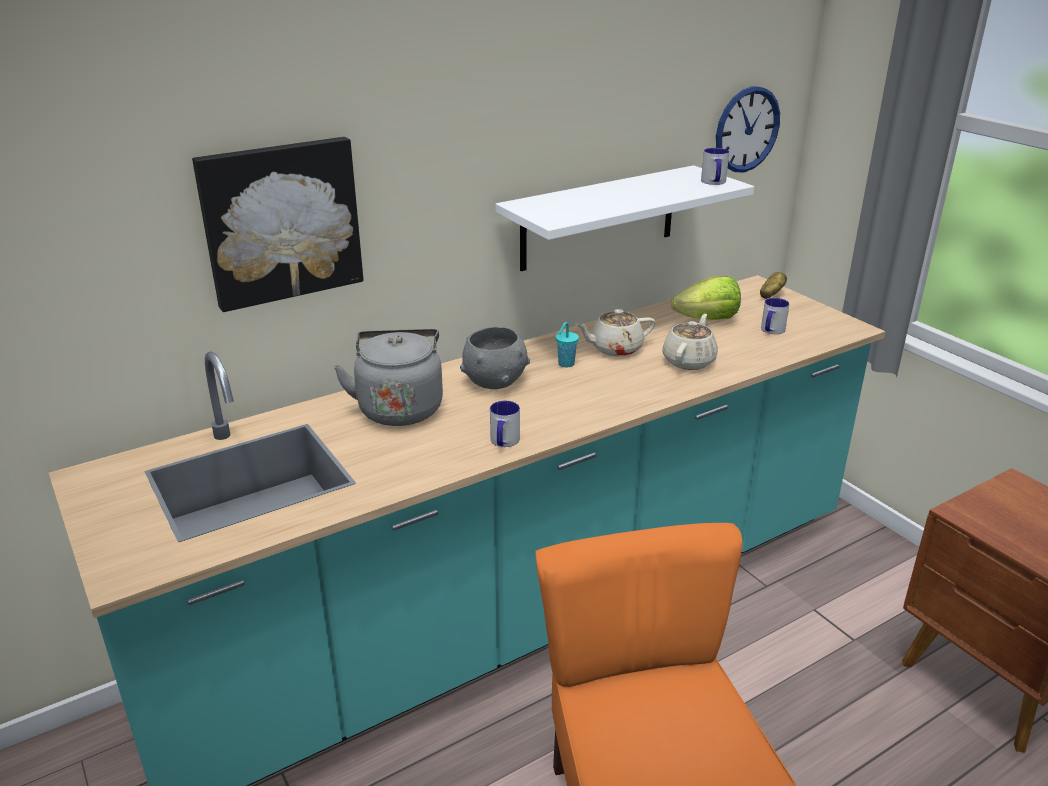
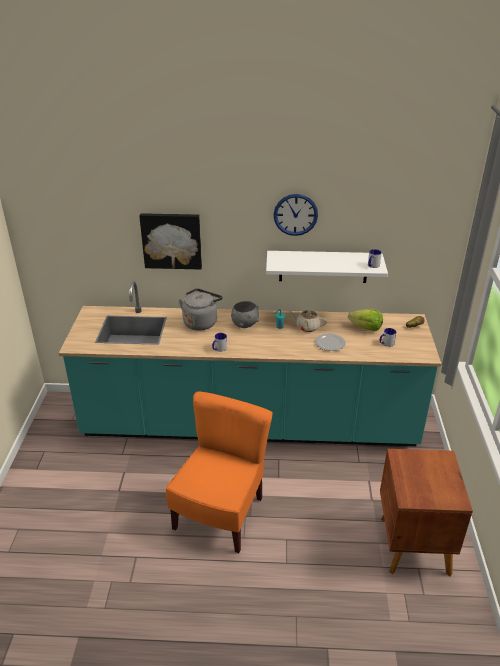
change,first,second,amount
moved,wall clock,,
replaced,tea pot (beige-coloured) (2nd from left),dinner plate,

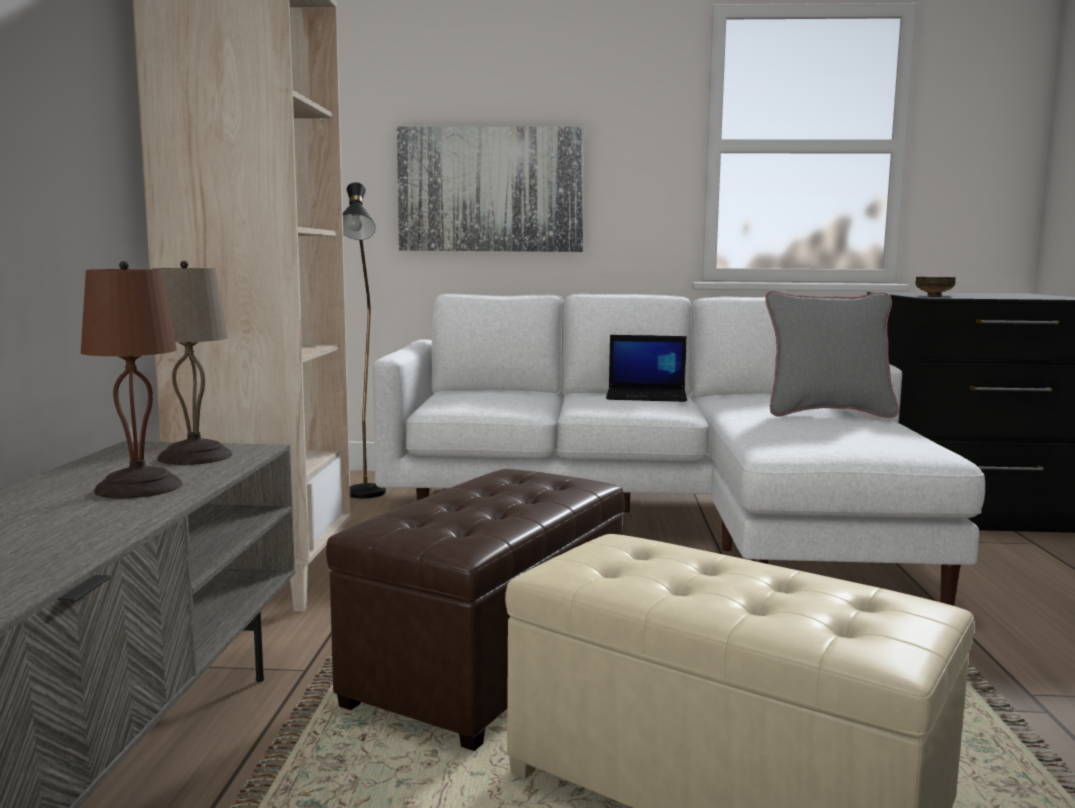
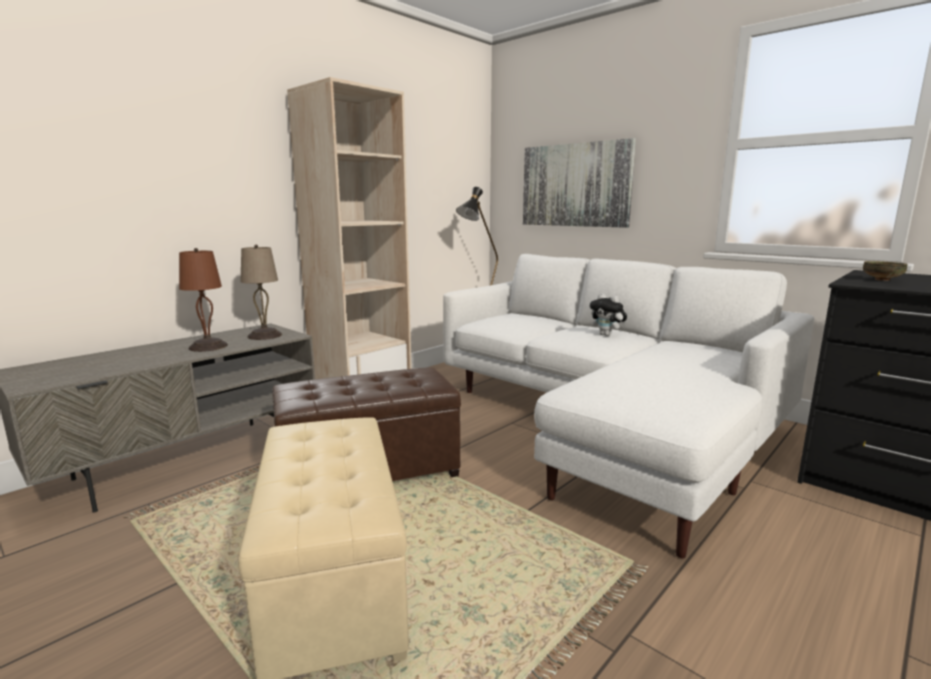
change,first,second,amount
removed,throw pillow (gray),,
replaced,portable computer,cuddly toy,

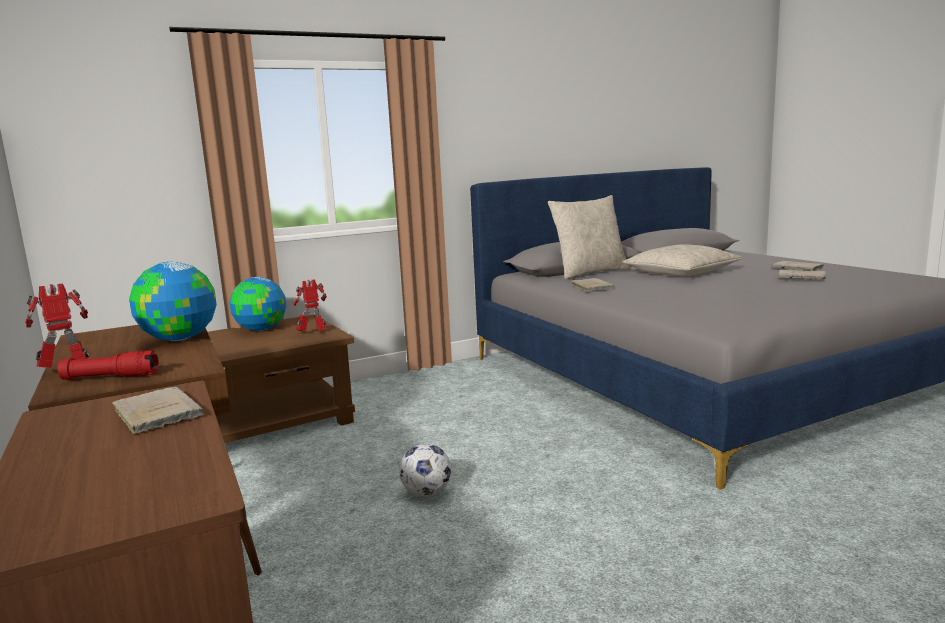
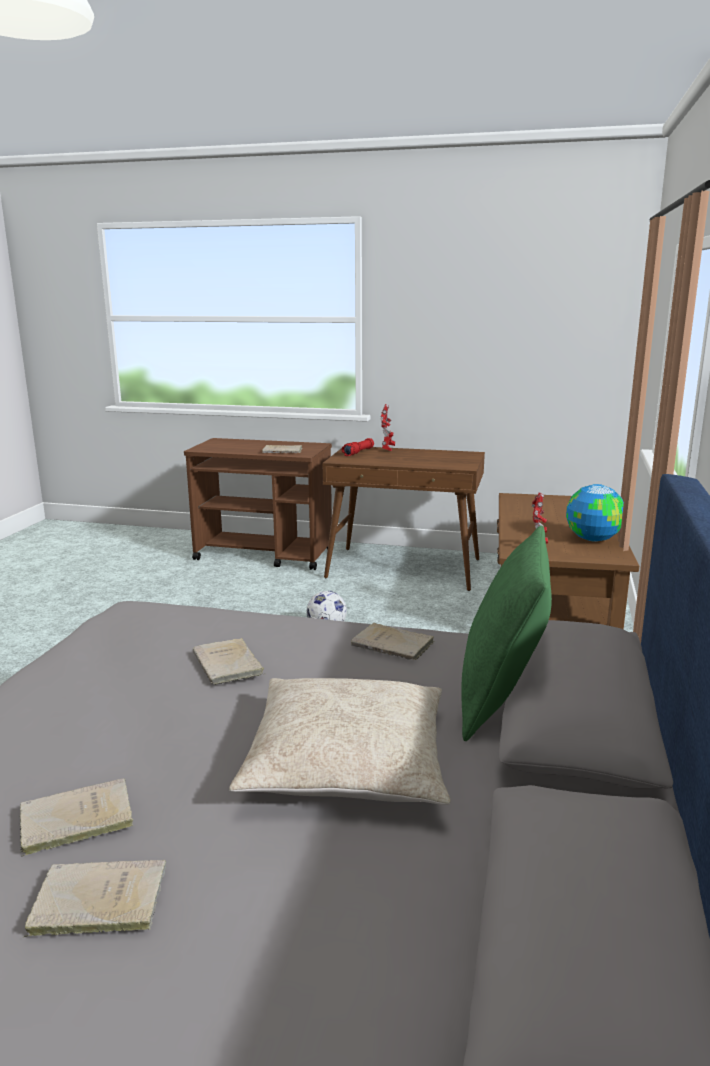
change,first,second,amount
recoloured,throw pillow (beige-coloured) (1st from left),throw pillow (green),
removed,world globe (1st from left),,
added,,bound book (beige-coloured) (3rd from left),

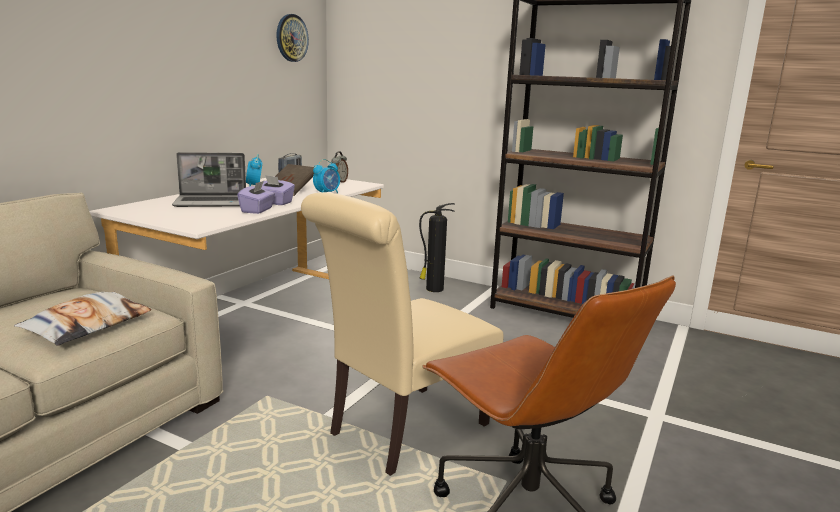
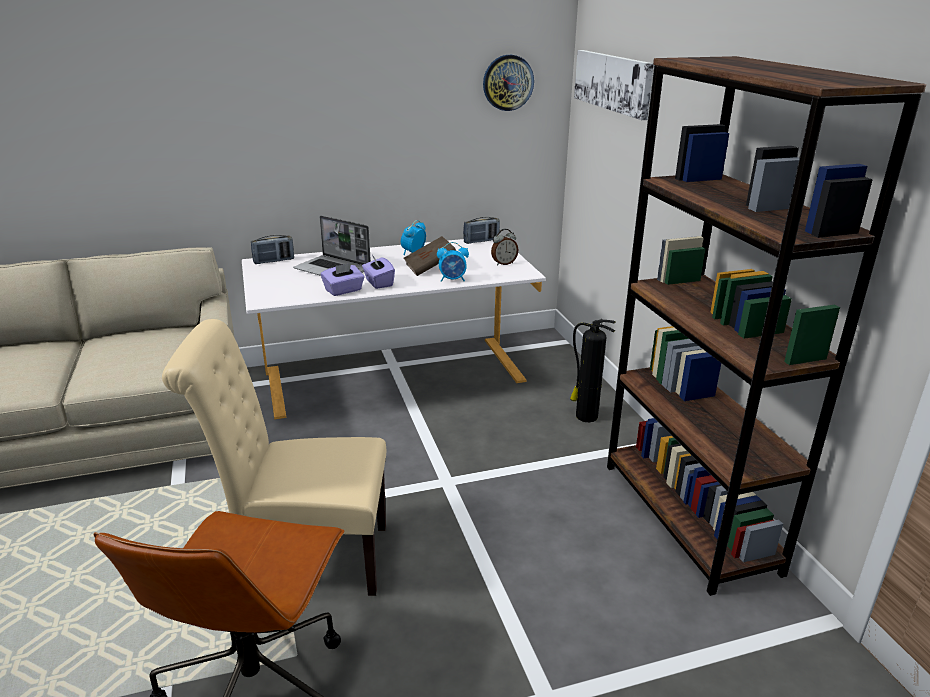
change,first,second,amount
removed,throw pillow,,
added,,picture,
added,,radio receiver (1st from left),

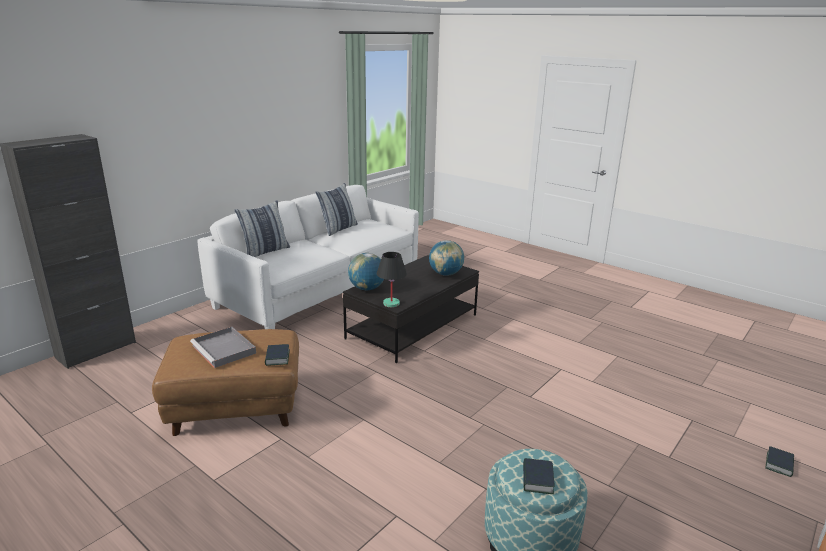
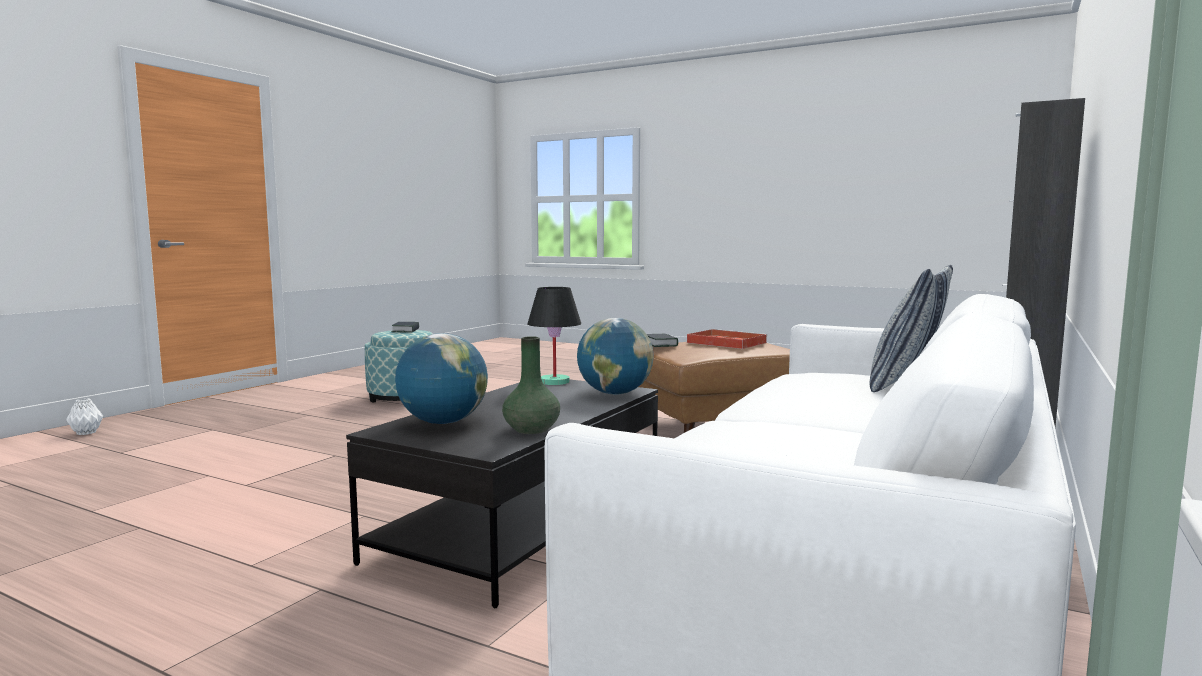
change,first,second,amount
removed,throw pillow (2nd from left),,
recoloured,tray (gray),tray (reddish),
replaced,bound book (3rd from left),decorative vase (white),
added,,decorative vase (green),

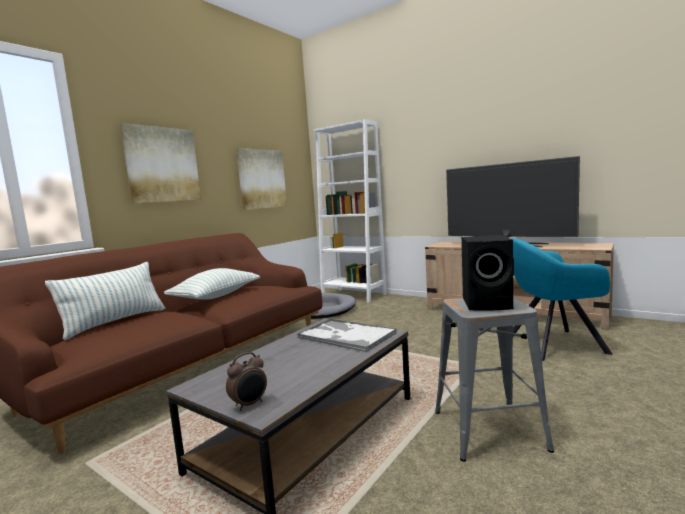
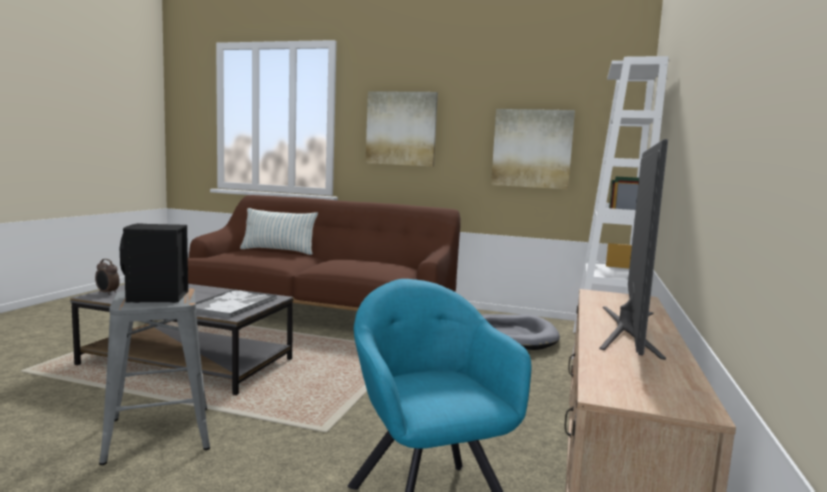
change,first,second,amount
removed,throw pillow (2nd from left),,

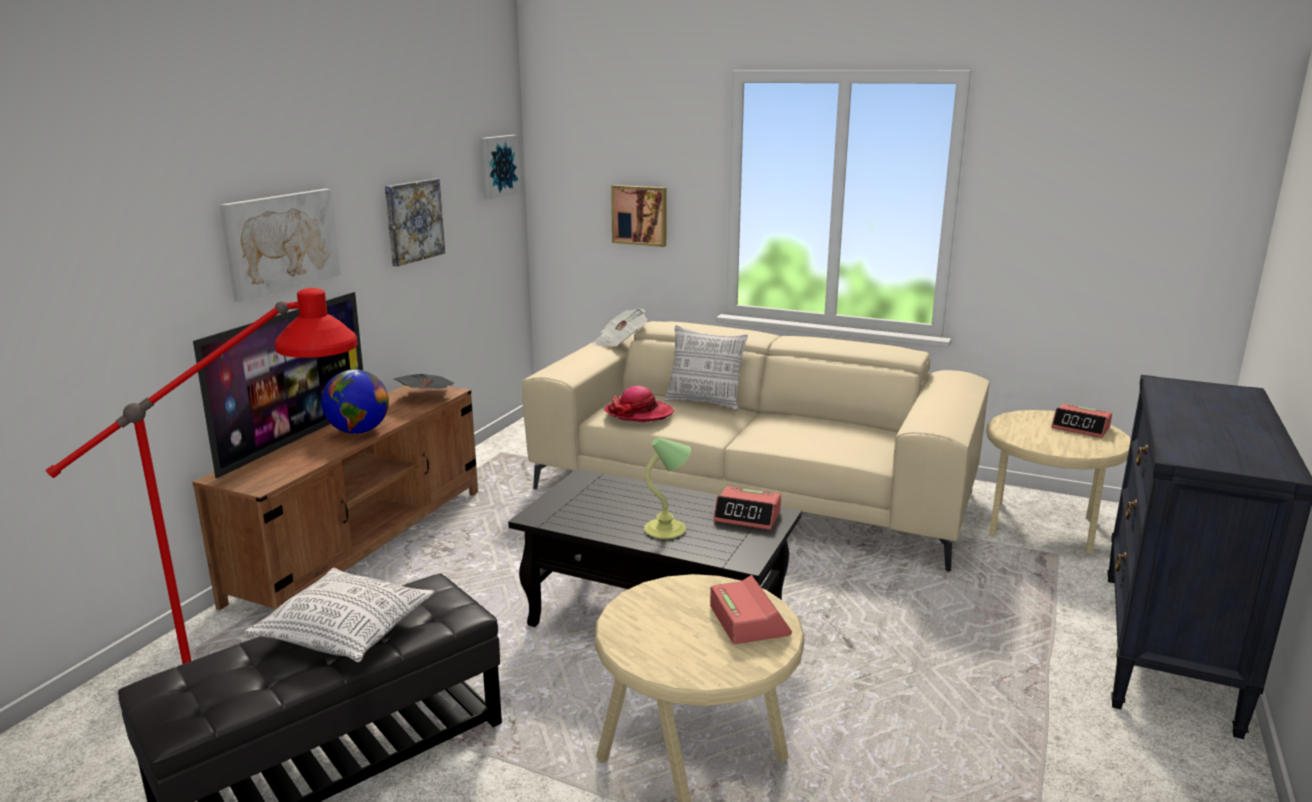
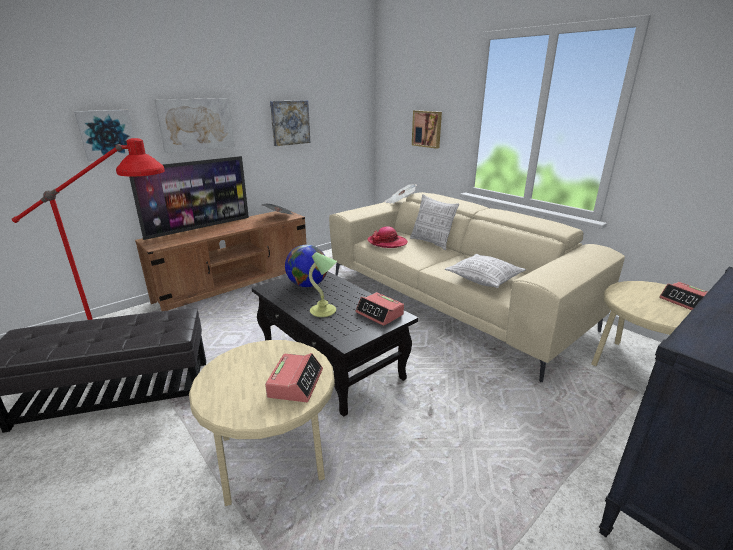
change,first,second,amount
moved,picture (3rd from left in the first image),picture (1st from left),
moved,world globe,,
moved,throw pillow (1st from left in the first image),throw pillow (2nd from left),

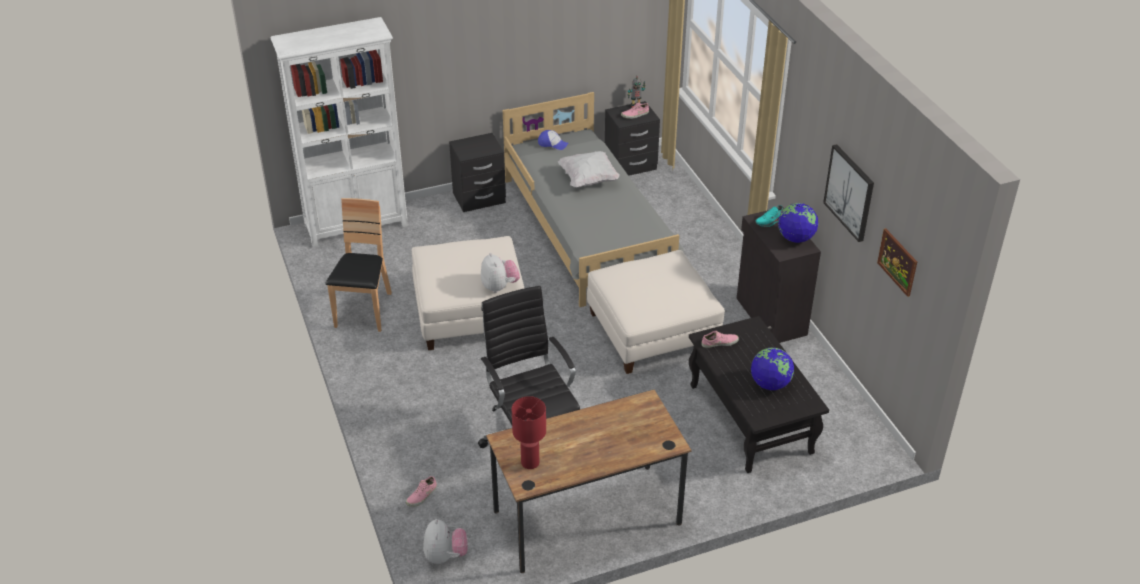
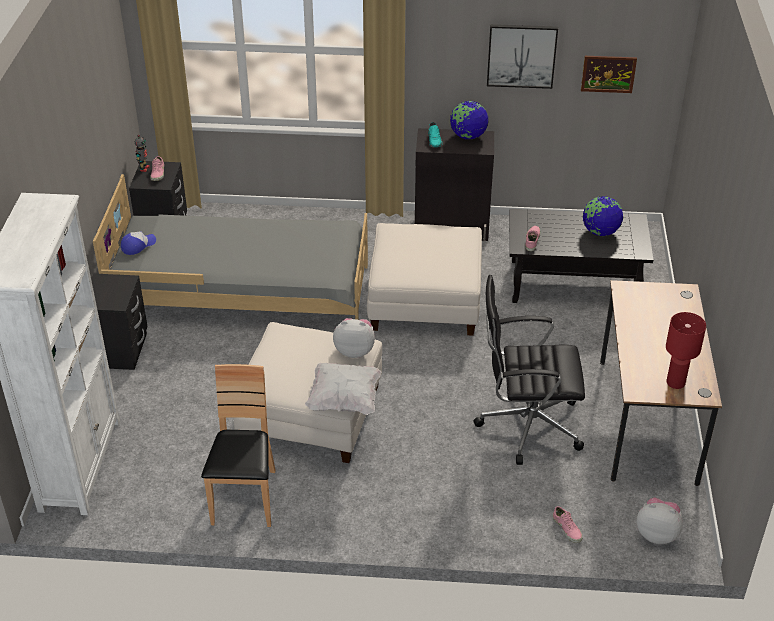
change,first,second,amount
moved,throw pillow (white),,
turned,upright chair (brown),,60 degrees clockwise

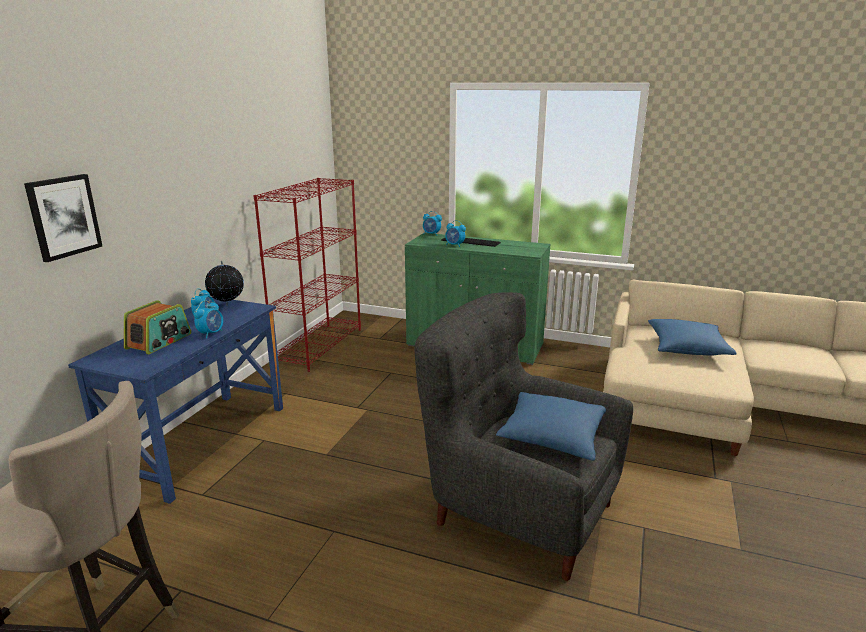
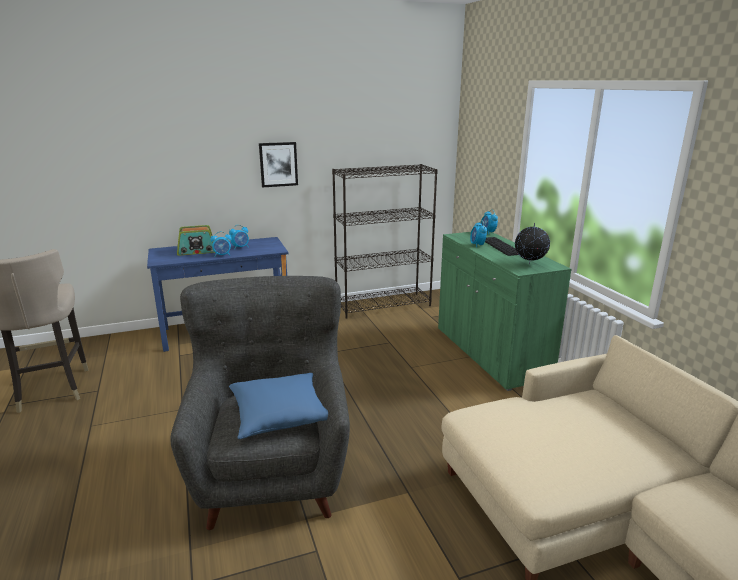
change,first,second,amount
moved,picture,,
recoloured,bookcase (reddish),bookcase (blackish),
moved,world globe,,
removed,throw pillow (bluish) (2nd from left),,

